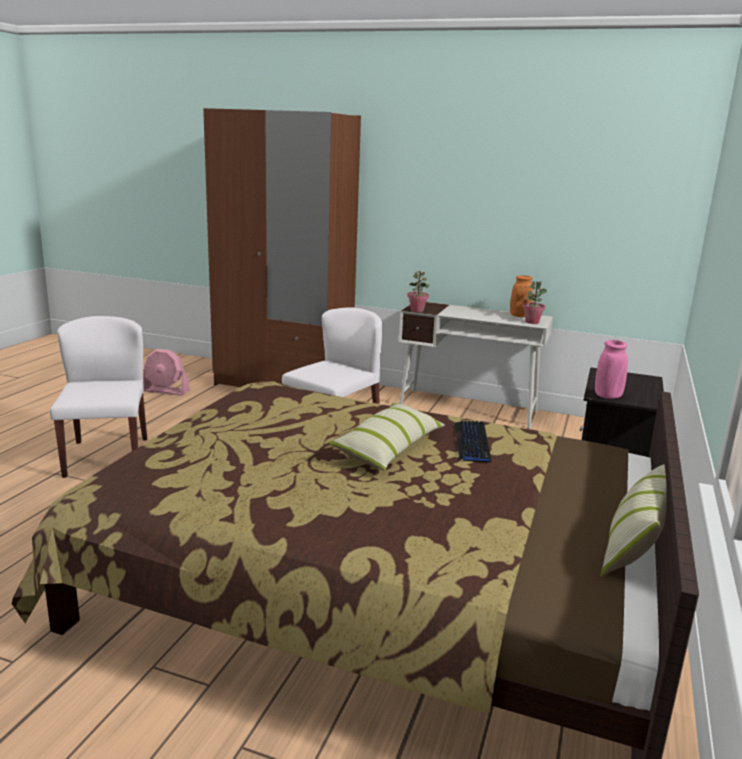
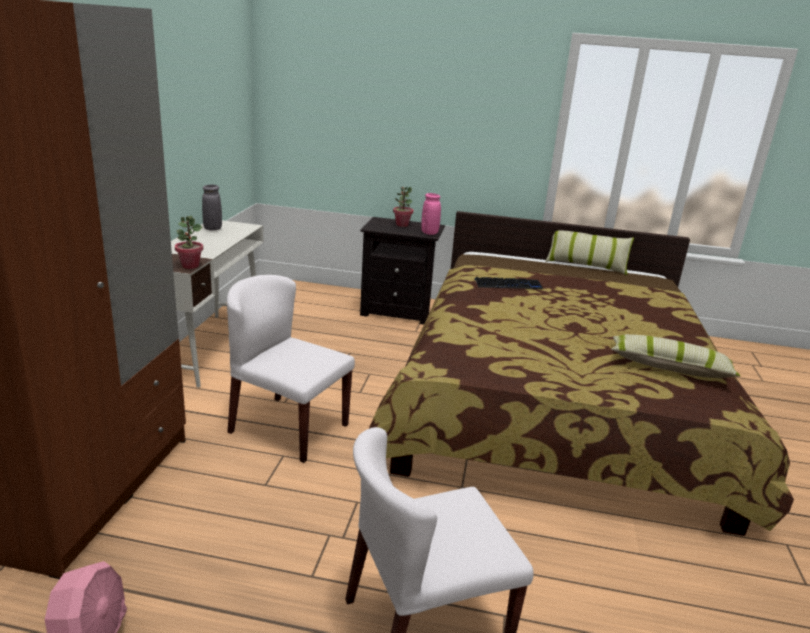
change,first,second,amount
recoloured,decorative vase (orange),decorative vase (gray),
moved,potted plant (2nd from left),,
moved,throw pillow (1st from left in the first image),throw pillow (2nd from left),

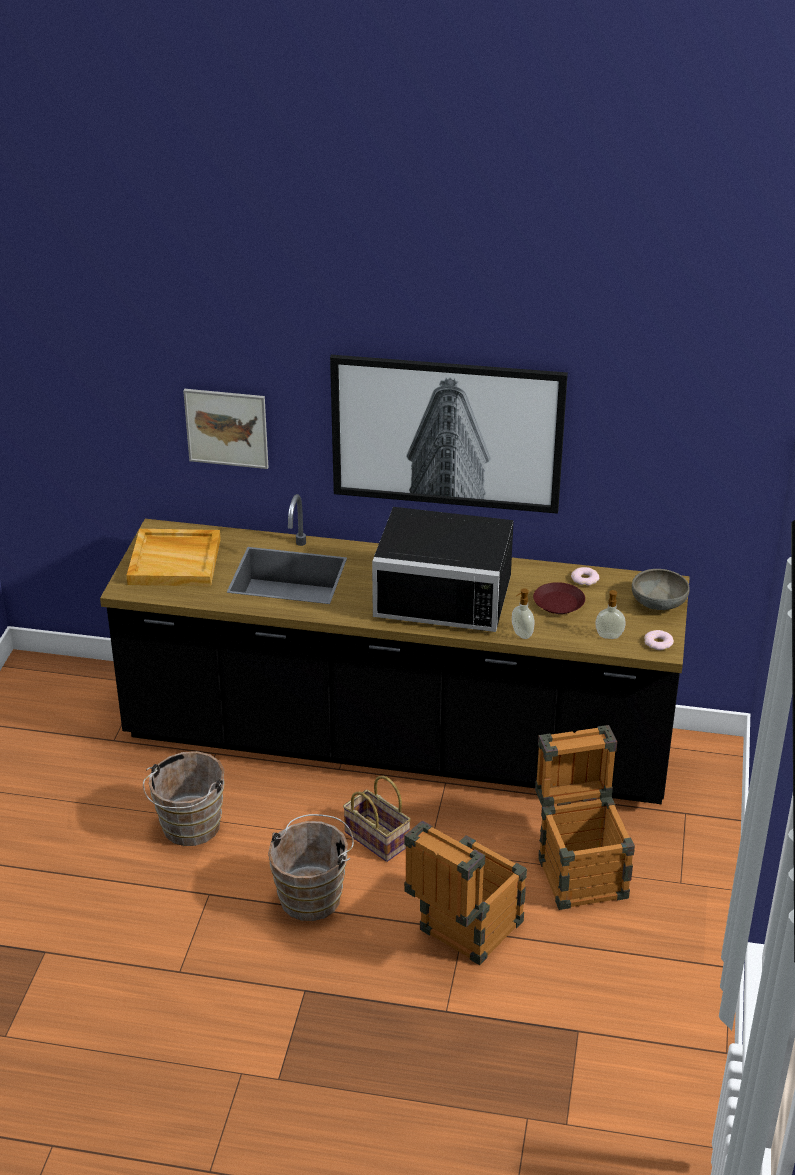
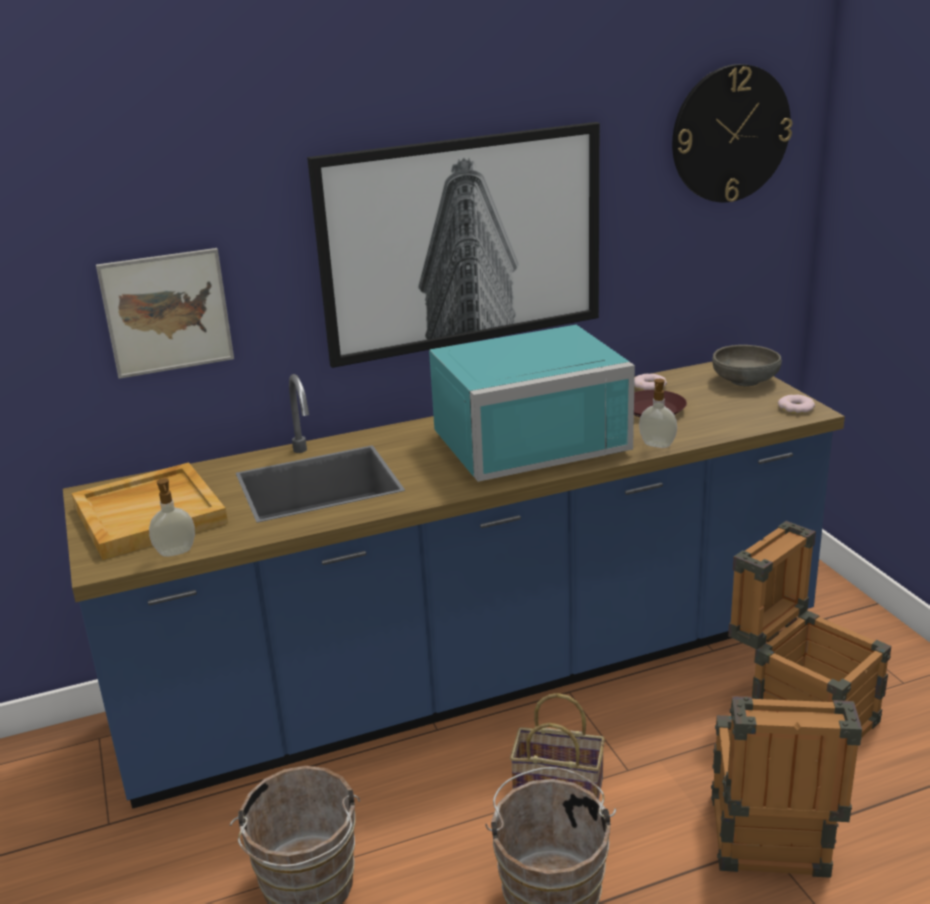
change,first,second,amount
recoloured,kitchen base unit (blackish),kitchen base unit (bluish),
recoloured,microwave oven (blackish),microwave oven (turquoise-coloured),
moved,liquid soap bottle (2nd from left in the first image),liquid soap bottle (1st from left),
added,,wall clock,

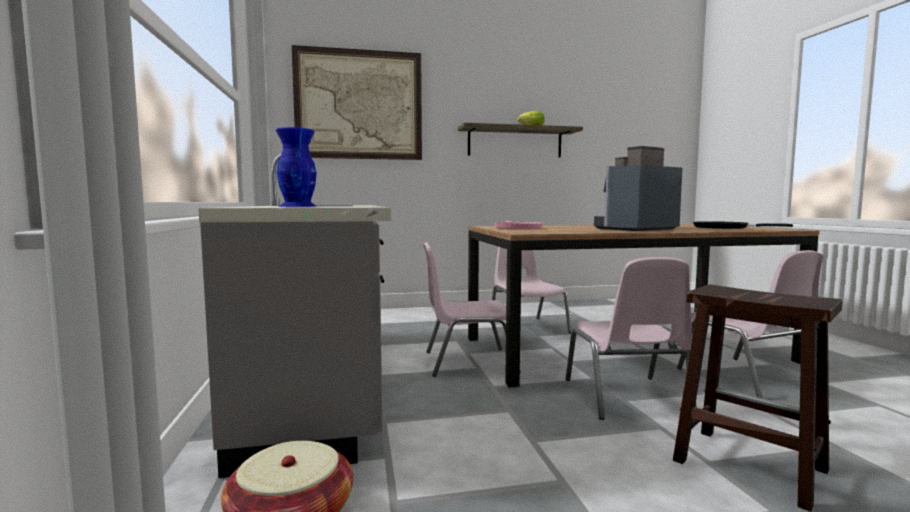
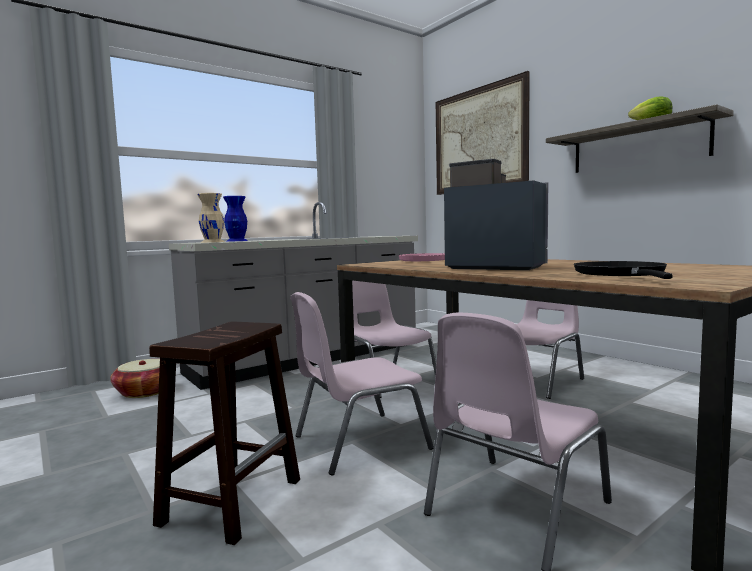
change,first,second,amount
added,,decorative vase (beige-coloured),

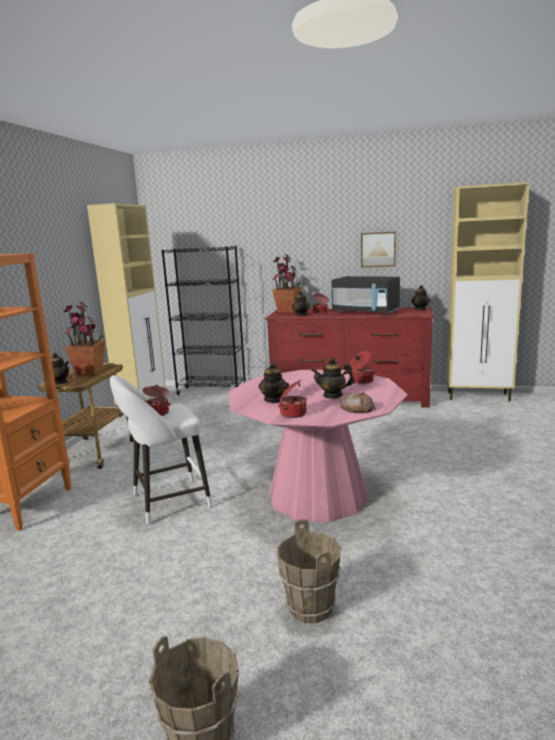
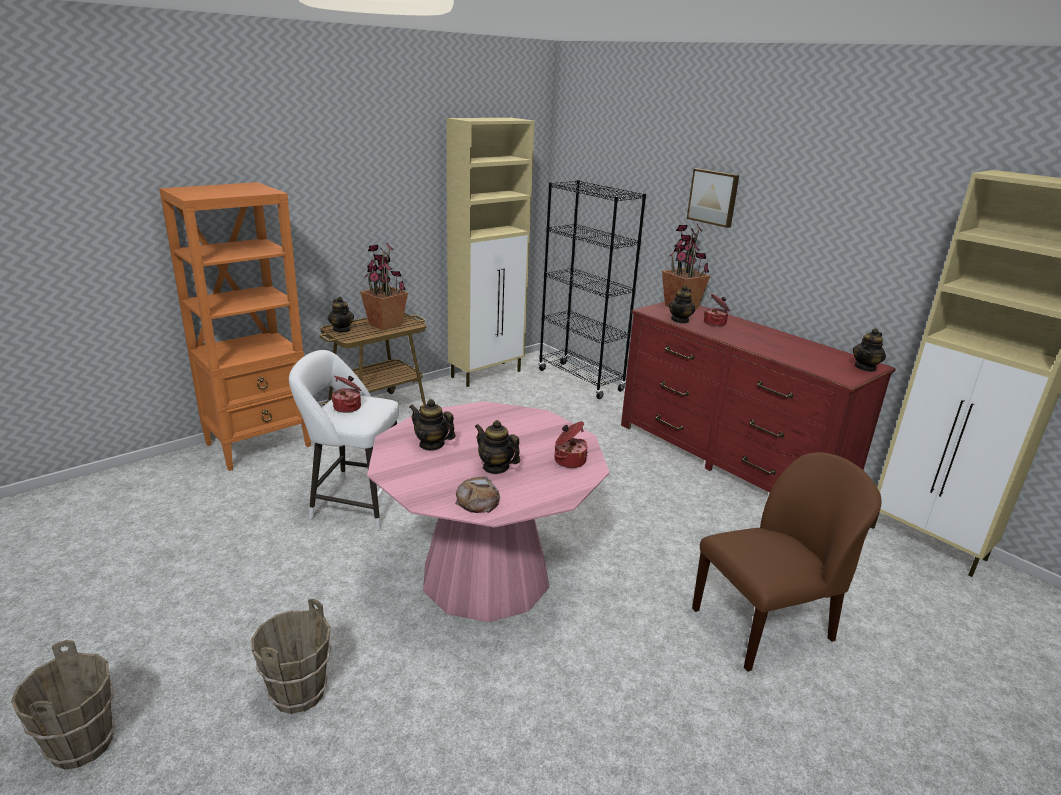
change,first,second,amount
moved,picture,,
removed,microwave oven (blackish),,
turned,tea pot (2nd from left),,75 degrees clockwise
removed,saucepot (2nd from left),,
added,,upright chair (brown),

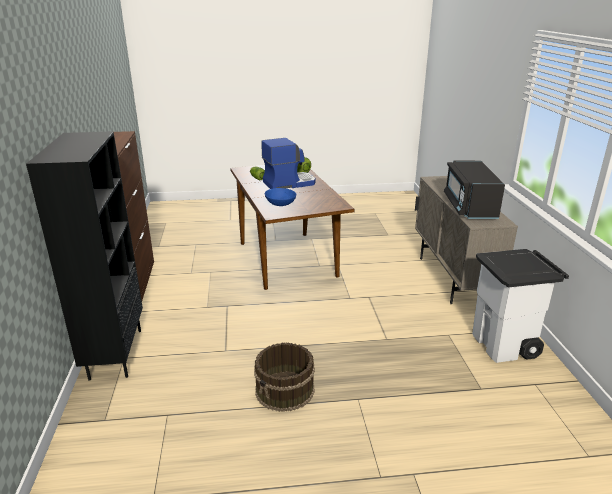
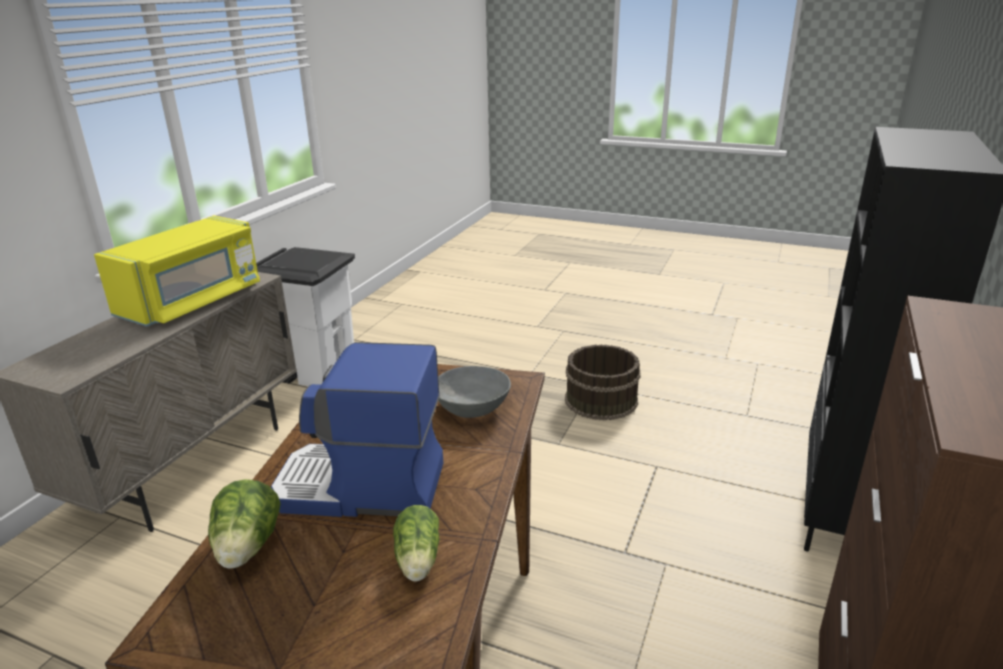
change,first,second,amount
recoloured,microwave oven (blackish),microwave oven (yellow),
recoloured,bowl (bluish),bowl (gray),

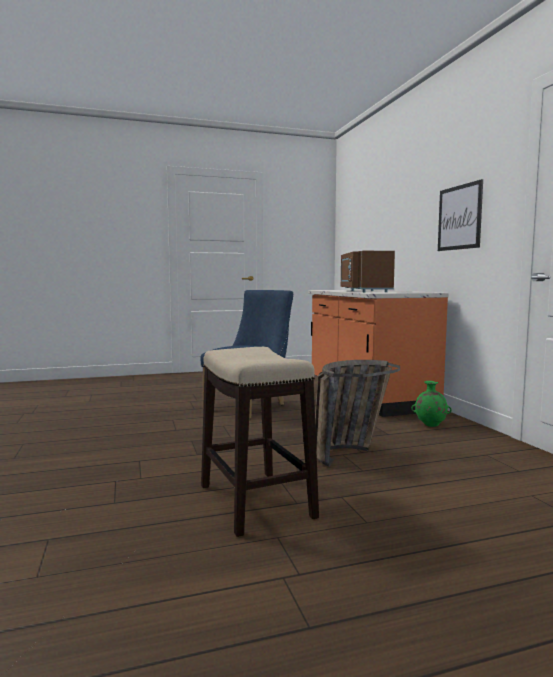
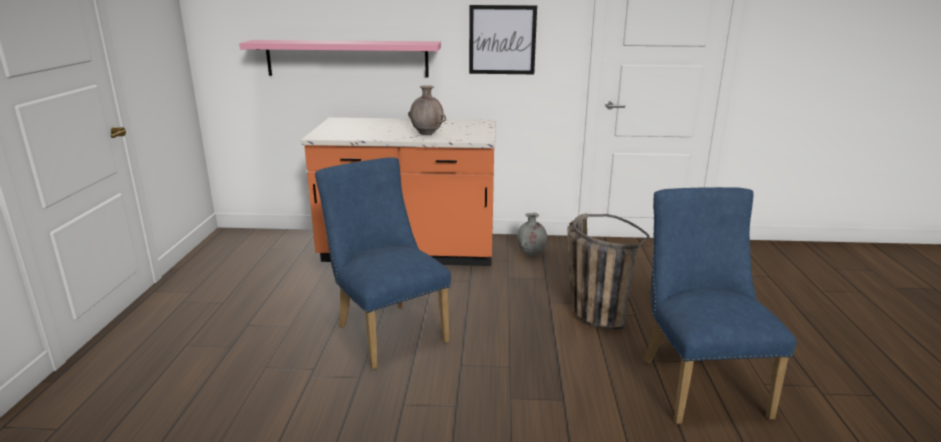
change,first,second,amount
replaced,microwave oven (brown),decorative vase (brown),
replaced,stool seat,upright chair (bluish) (2nd from left),
recoloured,decorative vase (green),decorative vase (gray),
added,,wall shelf (pinkish),

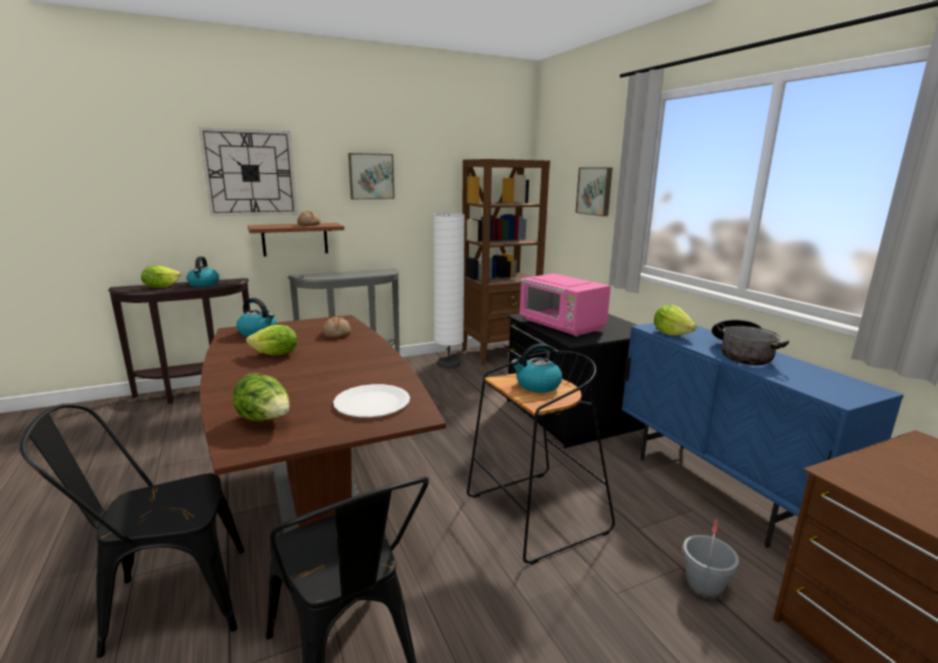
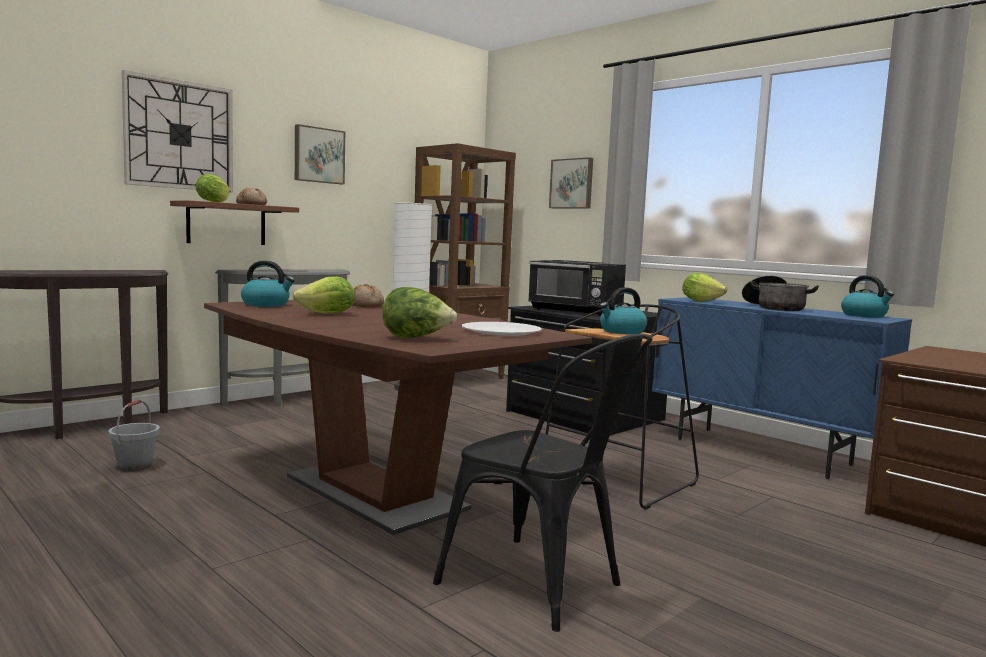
change,first,second,amount
moved,tea kettle (1st from left in the first image),tea kettle (3rd from left),
moved,lettuce (1st from left),,
recoloured,microwave oven (pinkish),microwave oven (blackish),
removed,upright chair (blackish) (1st from left),,
moved,water bucket (gray),,

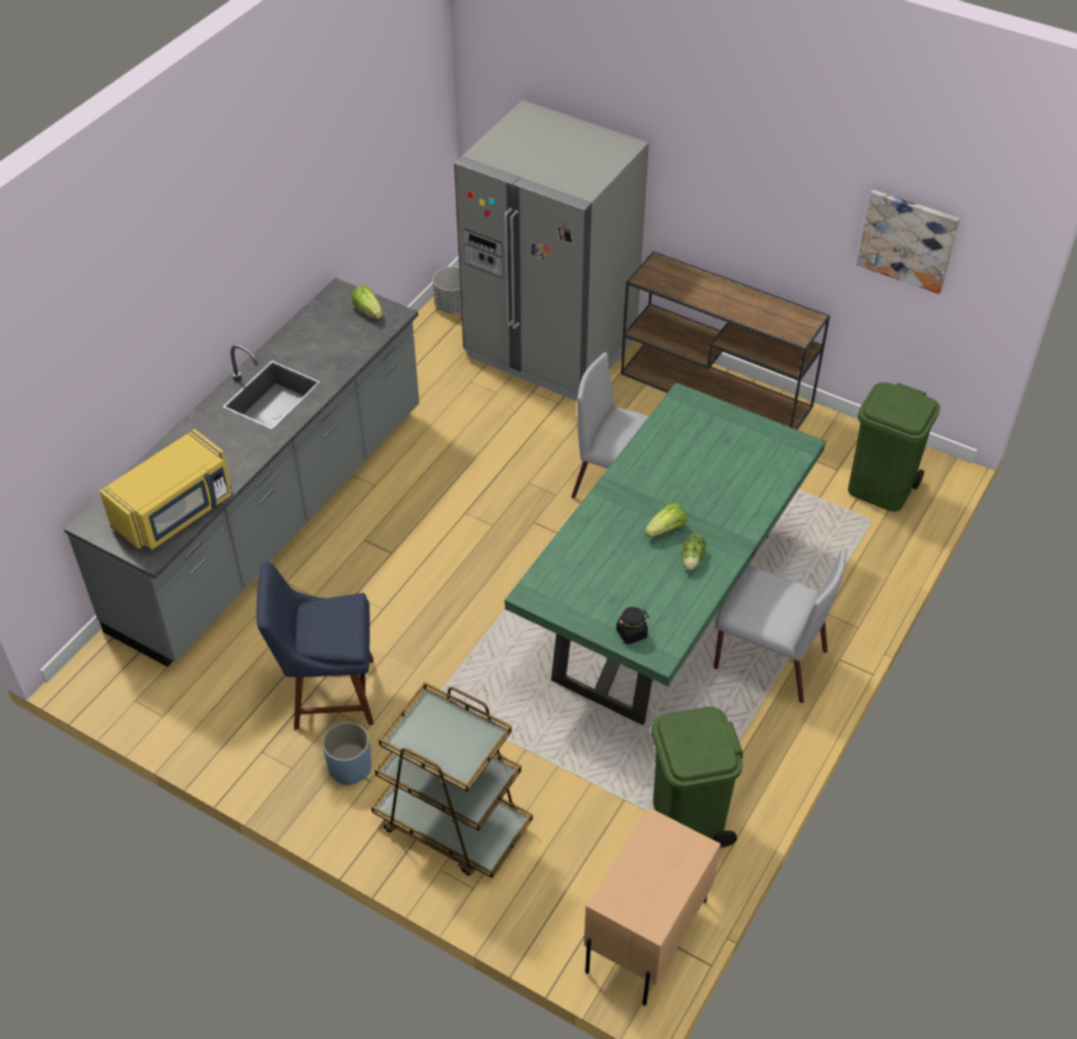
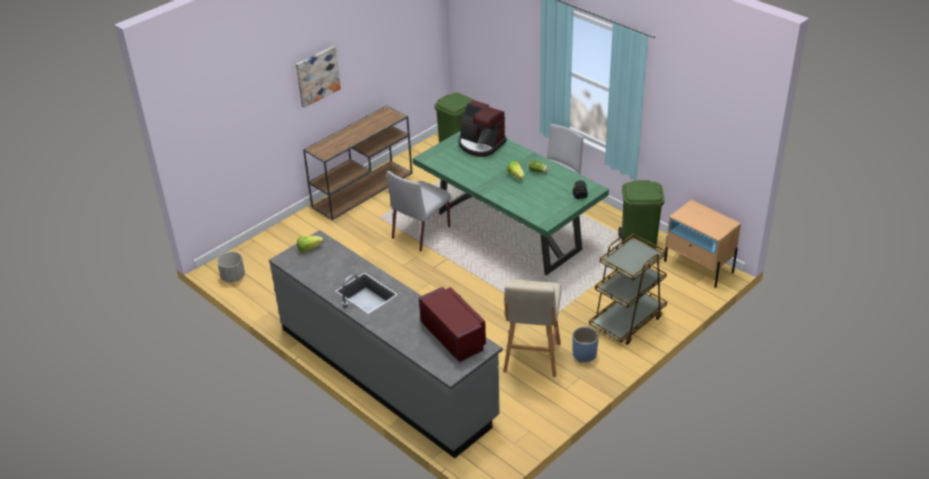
change,first,second,amount
removed,fridge (gray),,
moved,picture,,
recoloured,microwave oven (yellow),microwave oven (reddish),
replaced,upright chair (bluish),stool seat (beige-coloured),
added,,coffee maker,

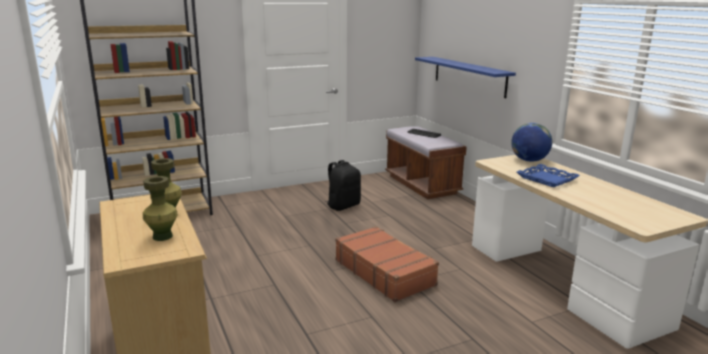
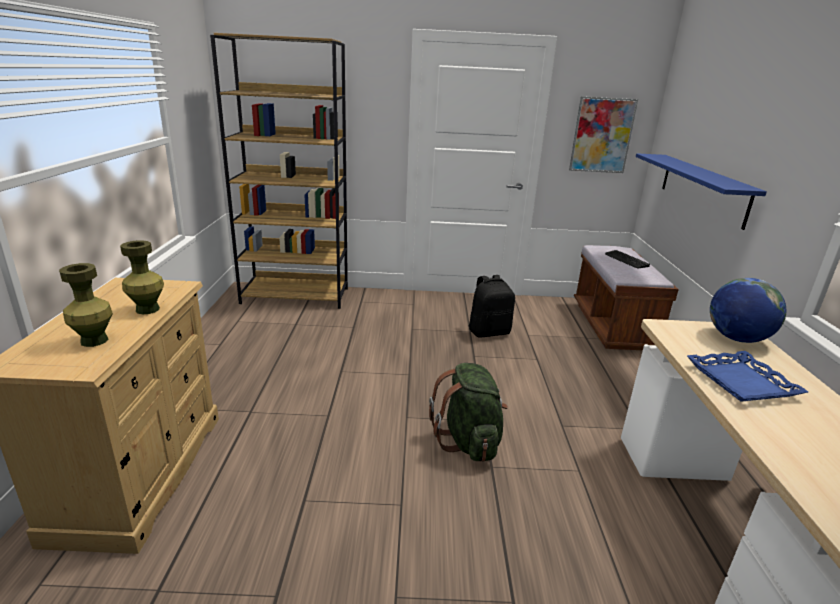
change,first,second,amount
replaced,piece of luggage (brown),rucksack (green),
added,,picture,

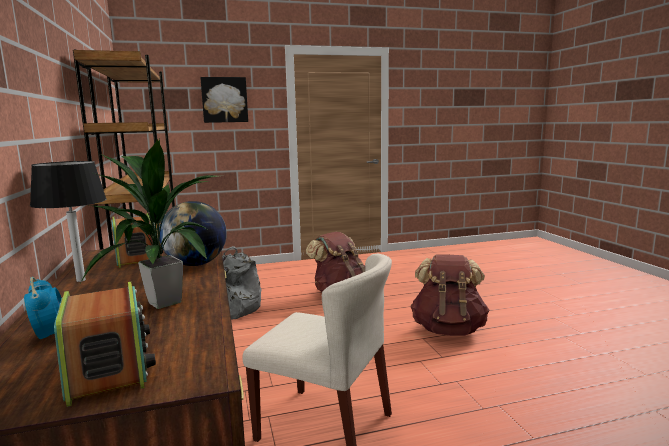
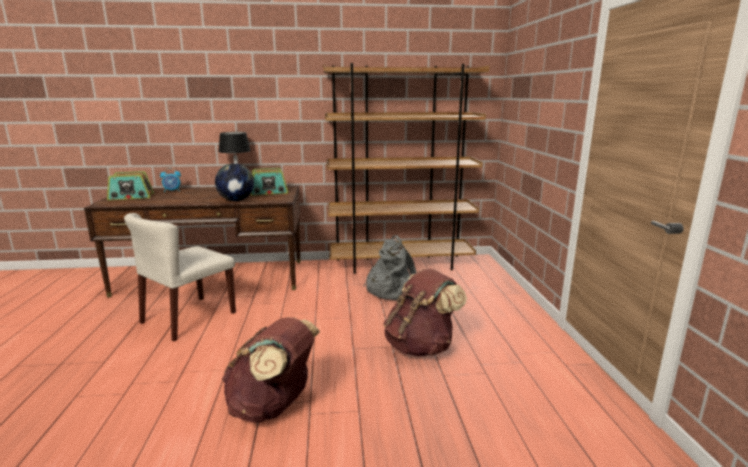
change,first,second,amount
removed,picture,,
removed,potted plant,,

